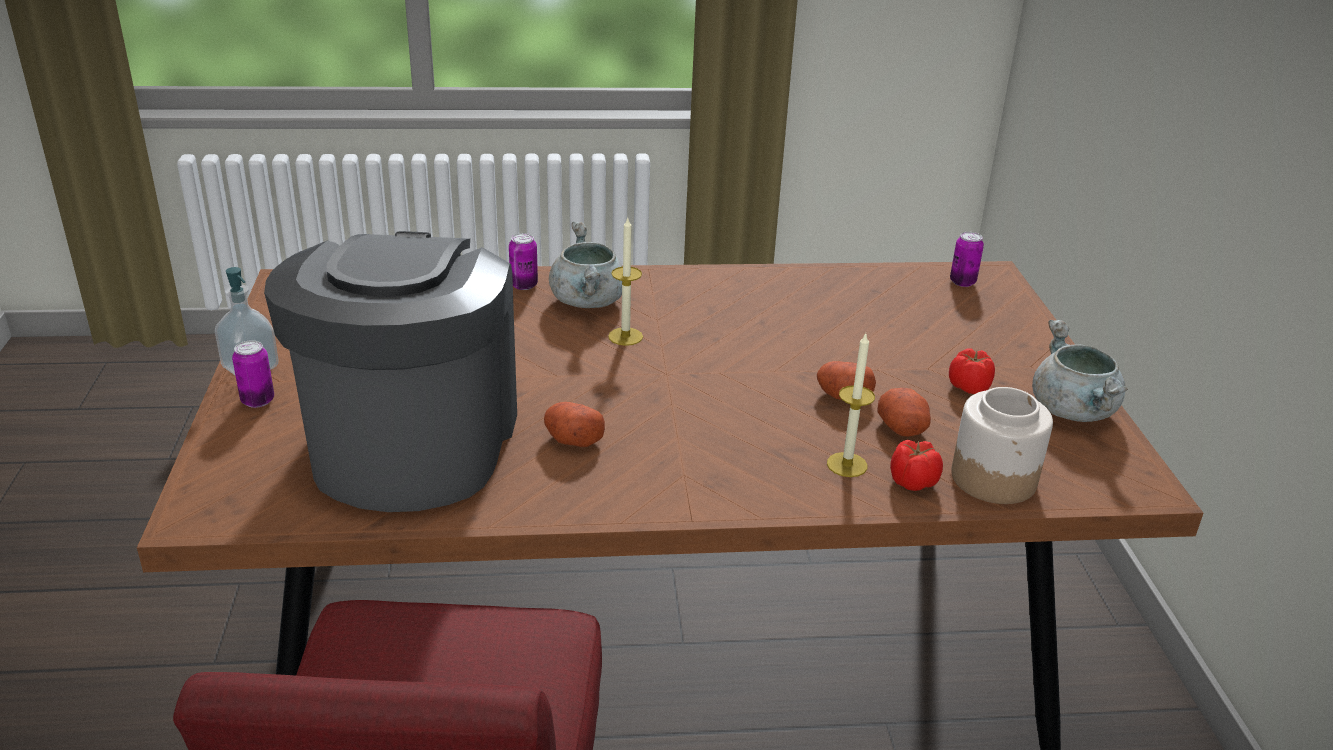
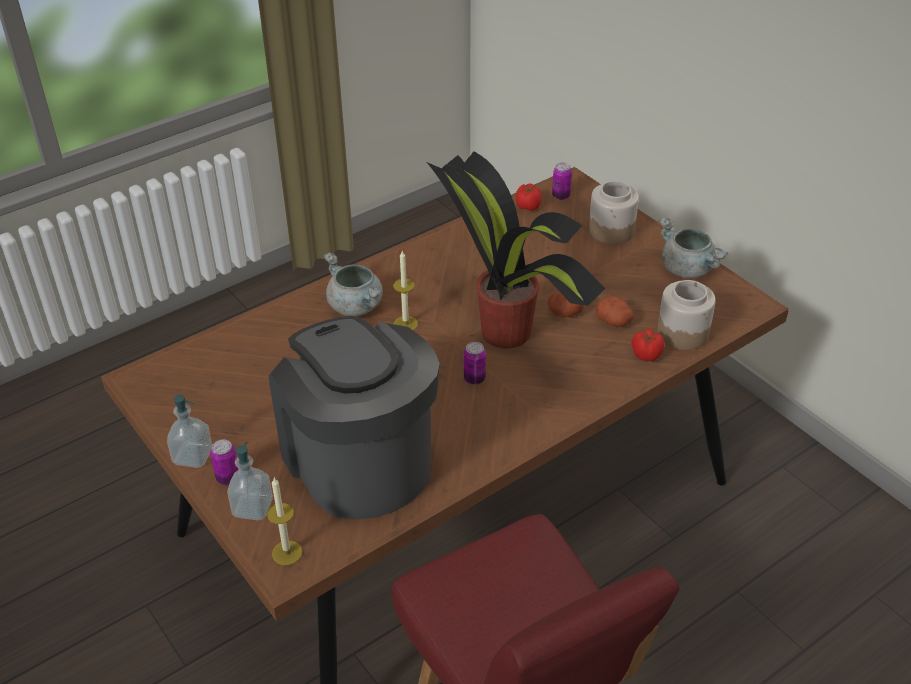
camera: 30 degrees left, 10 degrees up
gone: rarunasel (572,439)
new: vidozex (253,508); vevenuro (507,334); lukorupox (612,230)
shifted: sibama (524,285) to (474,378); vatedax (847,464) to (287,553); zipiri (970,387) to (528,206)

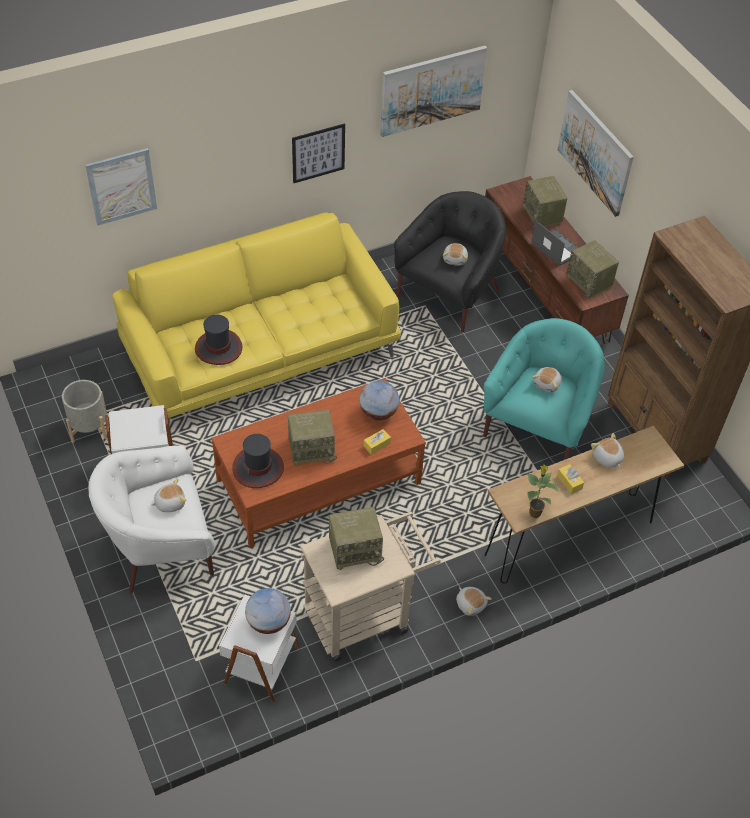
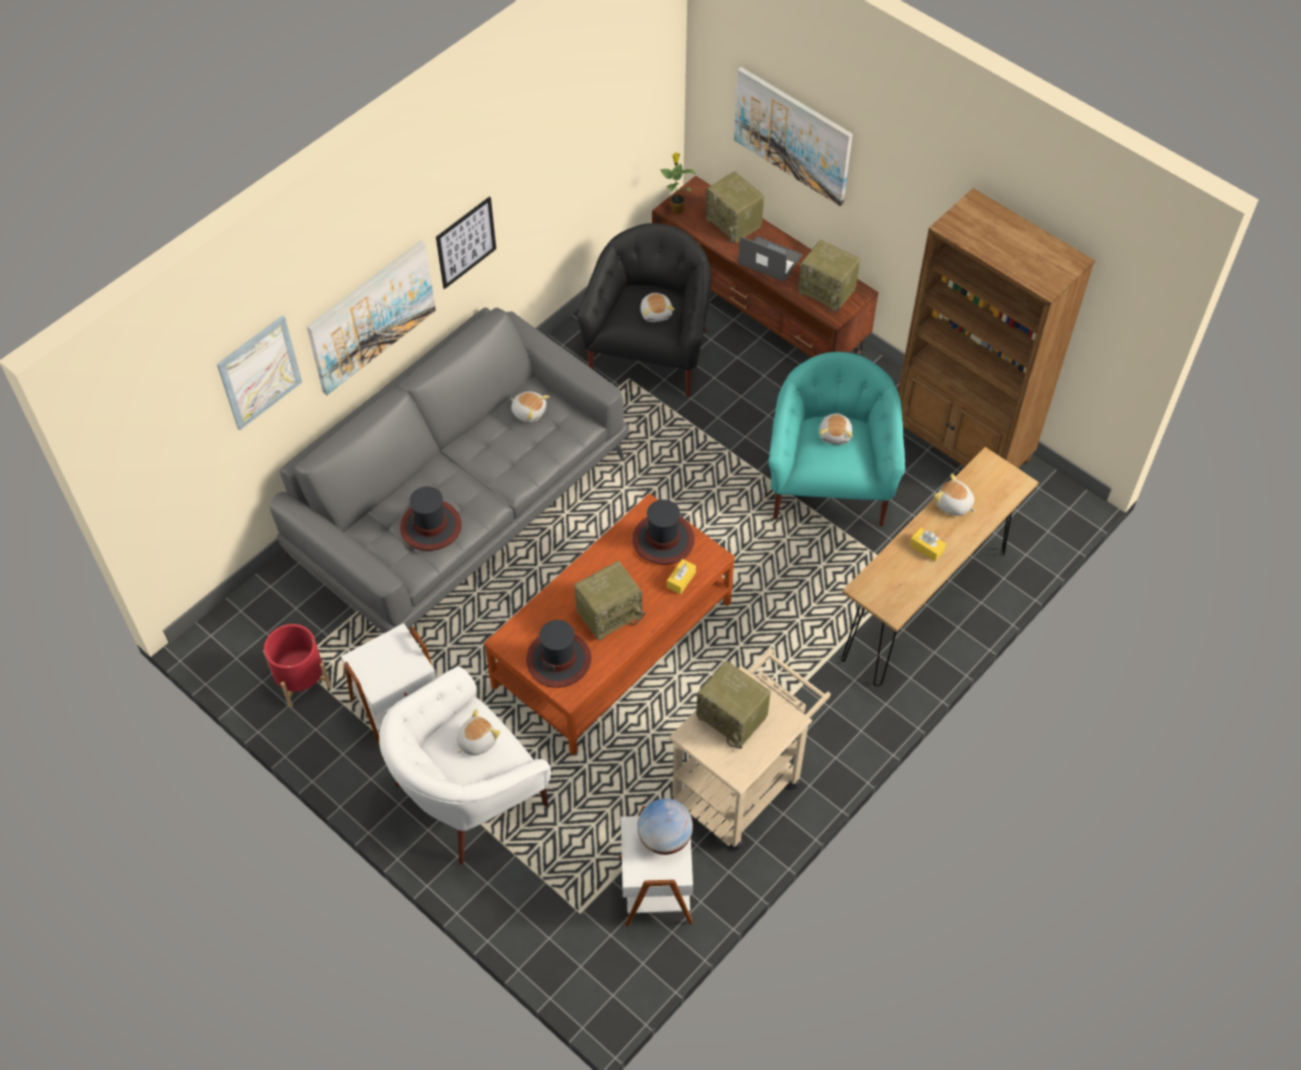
camera: 20 degrees left, 5 degrees up
shifted: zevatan (432,90) to (371,316); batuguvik (471,604) to (529,411); vevenuro (534,512) to (676,209)
swapped: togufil (378,412) to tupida (663,540)
repainted: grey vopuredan (89,427) to red vopuredan (301,680); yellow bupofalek (261,350) to grey bupofalek (460,505)
rotated: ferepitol (355,549) = (733,717) 75 degrees clockwise

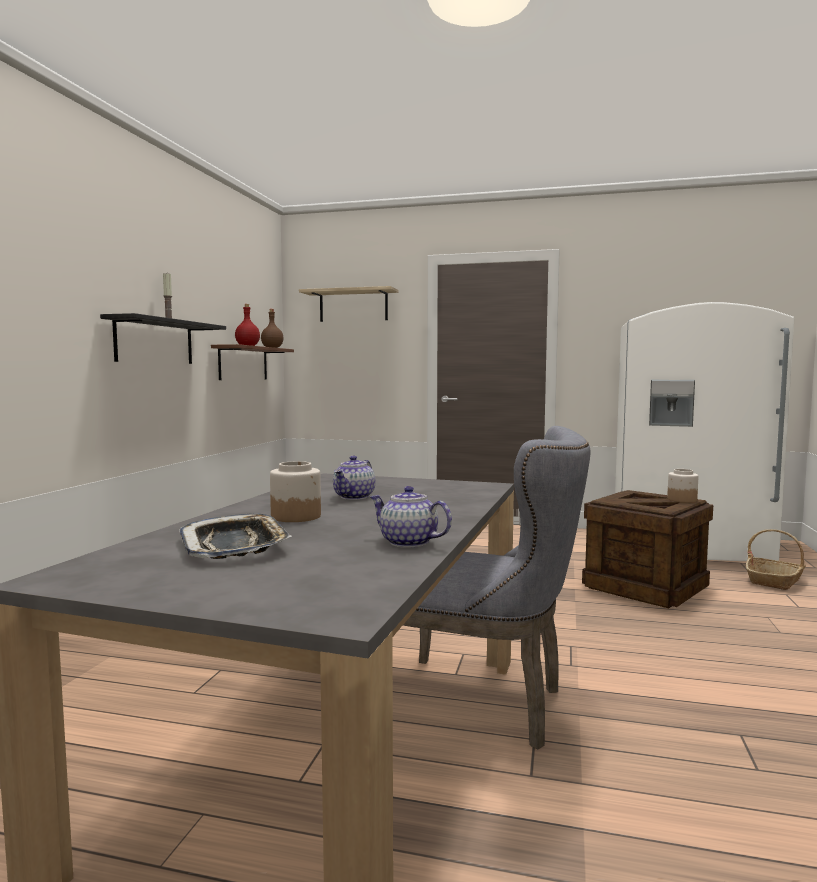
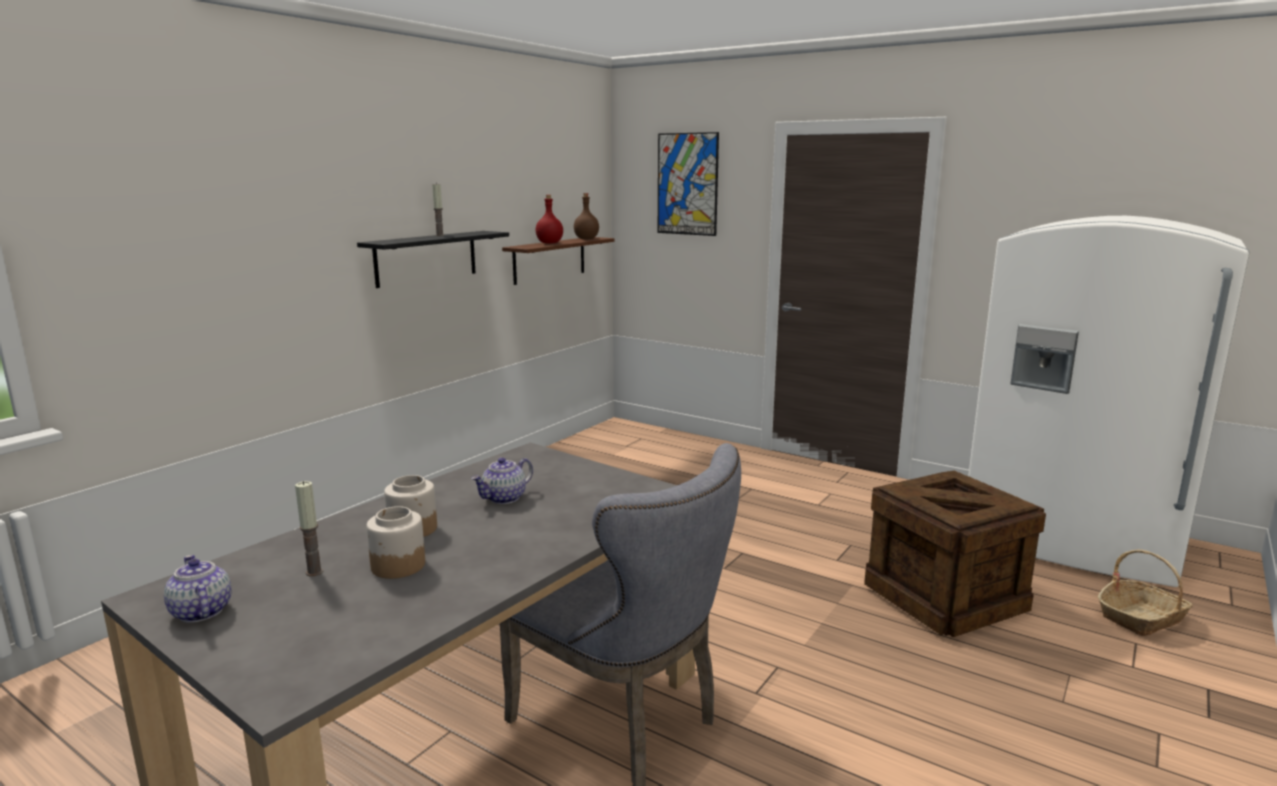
camera: 20 degrees right, 10 degrees up
shifted: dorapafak (407,542) to (200,612); lukorupox (681,499) to (397,565)
swapped: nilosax (235,545) to vatedax (314,572); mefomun (353,306) to zevatan (687,184)

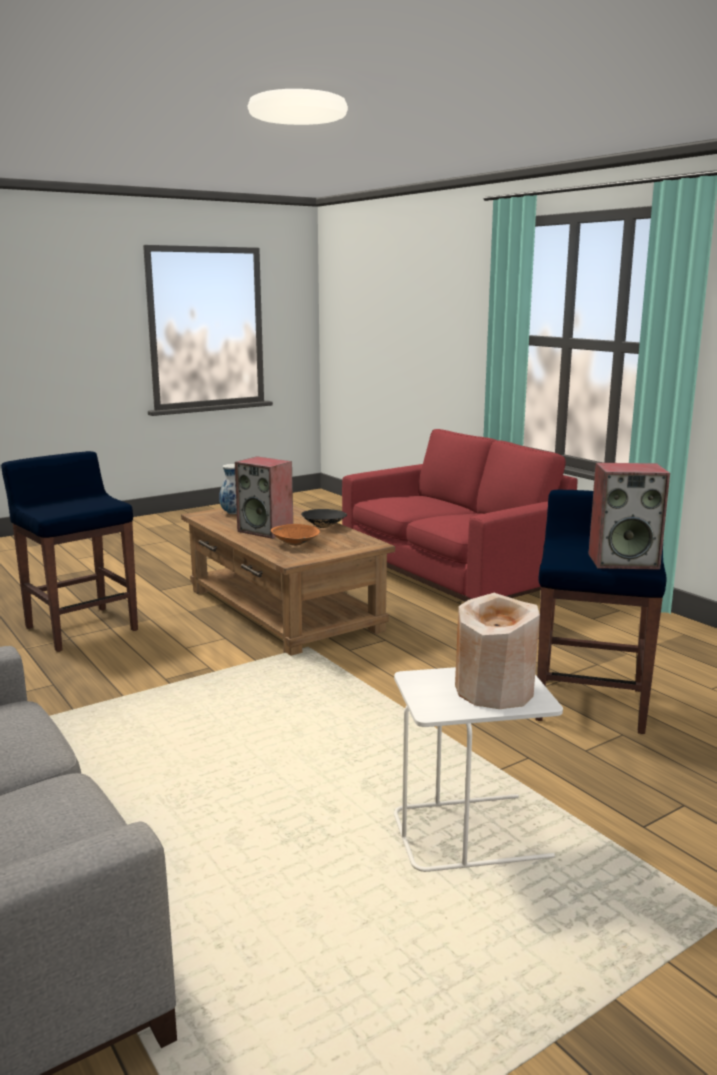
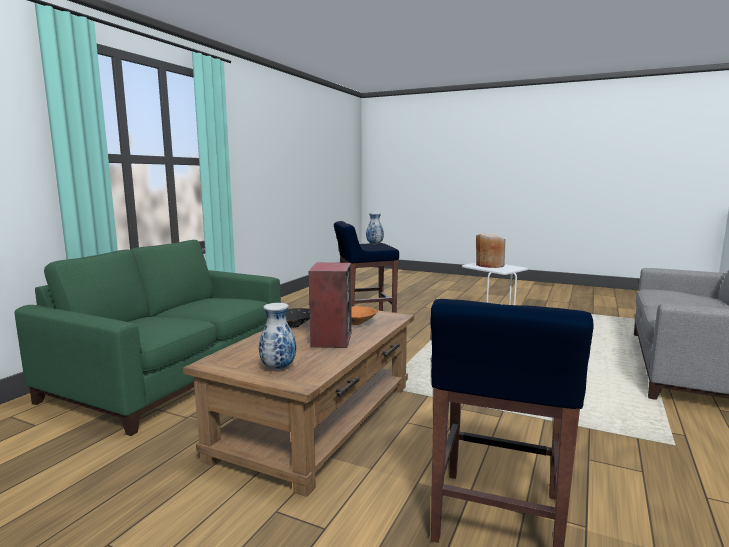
camera: 120 degrees left, 5 degrees down
swapped: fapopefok (624,561) to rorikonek (374,244)
repainted: red bupofalek (455,575) to green bupofalek (173,375)

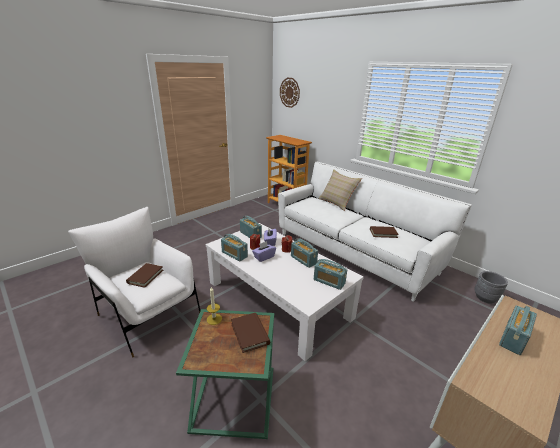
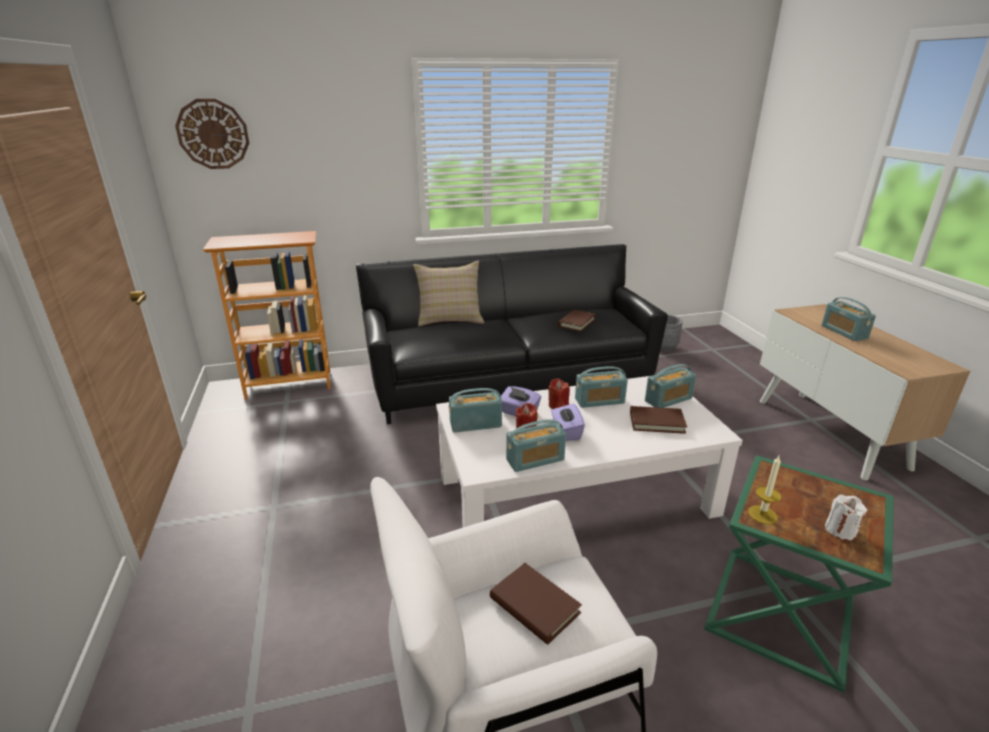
camera: 60 degrees left, 0 degrees up
new: white vatedax (840,530)
shifted: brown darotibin (250,333) to (657,422)
repainted: white bupofalek (354,252) to black bupofalek (510,382)

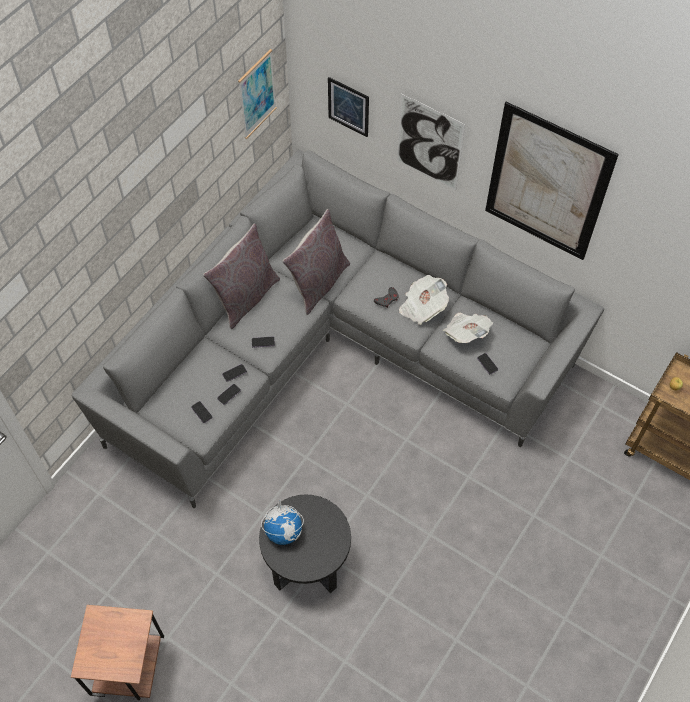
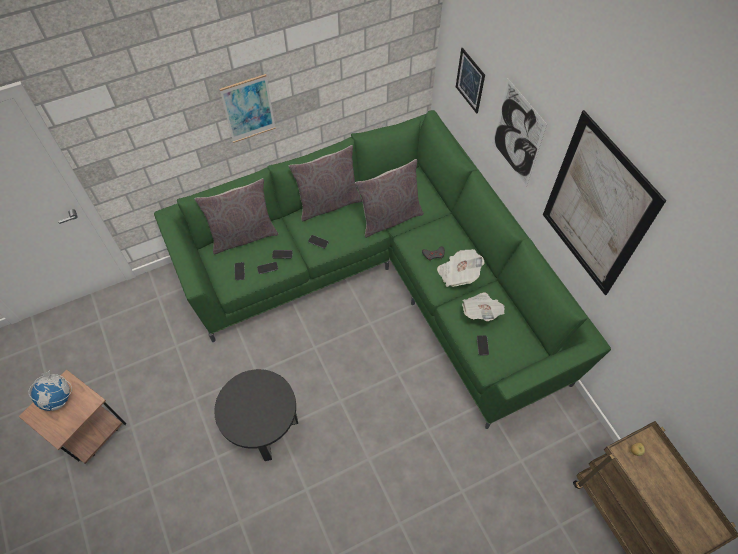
camera: 30 degrees right, 0 degrees up
new: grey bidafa (243,235)
shifted: zevatan (257,94) to (248,109); togufil (284,531) to (58,398)
repainted: grey bupofalek (332,350) to green bupofalek (385,278)

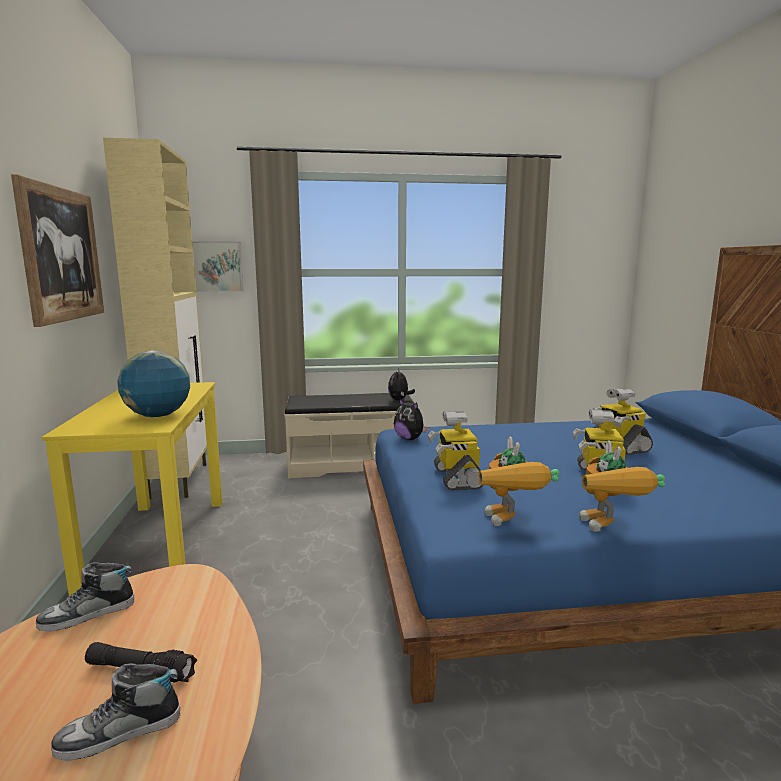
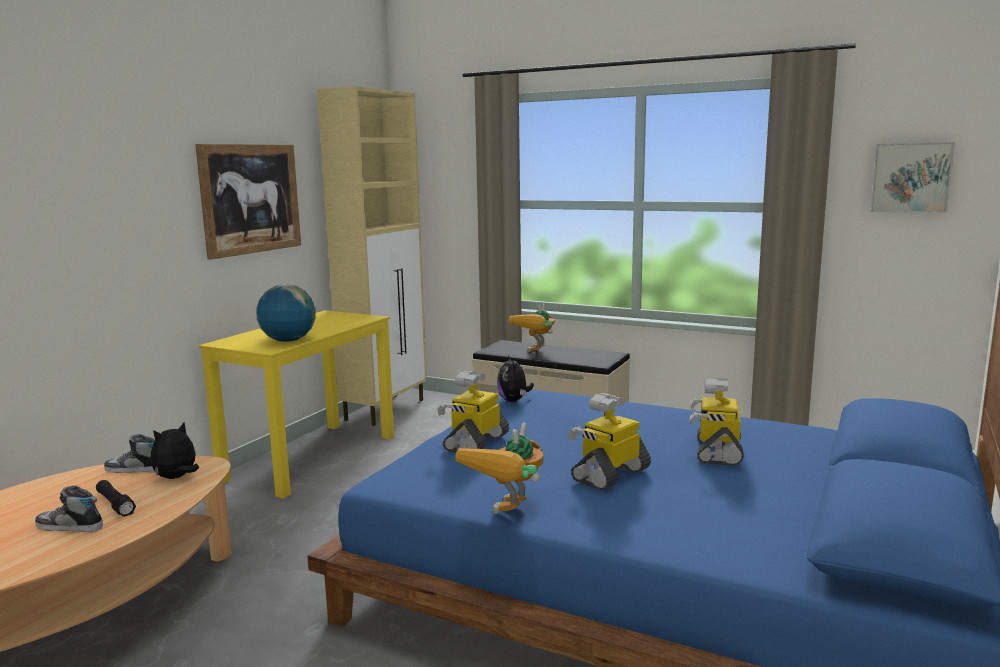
camera: 35 degrees right, 0 degrees up
shifted: zevatan (217,266) to (911,177); batuguvik (399,400) to (177,478); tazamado (511,524) to (536,353)

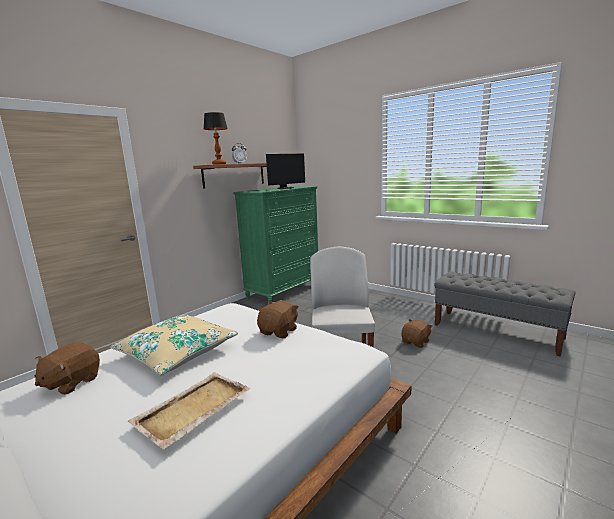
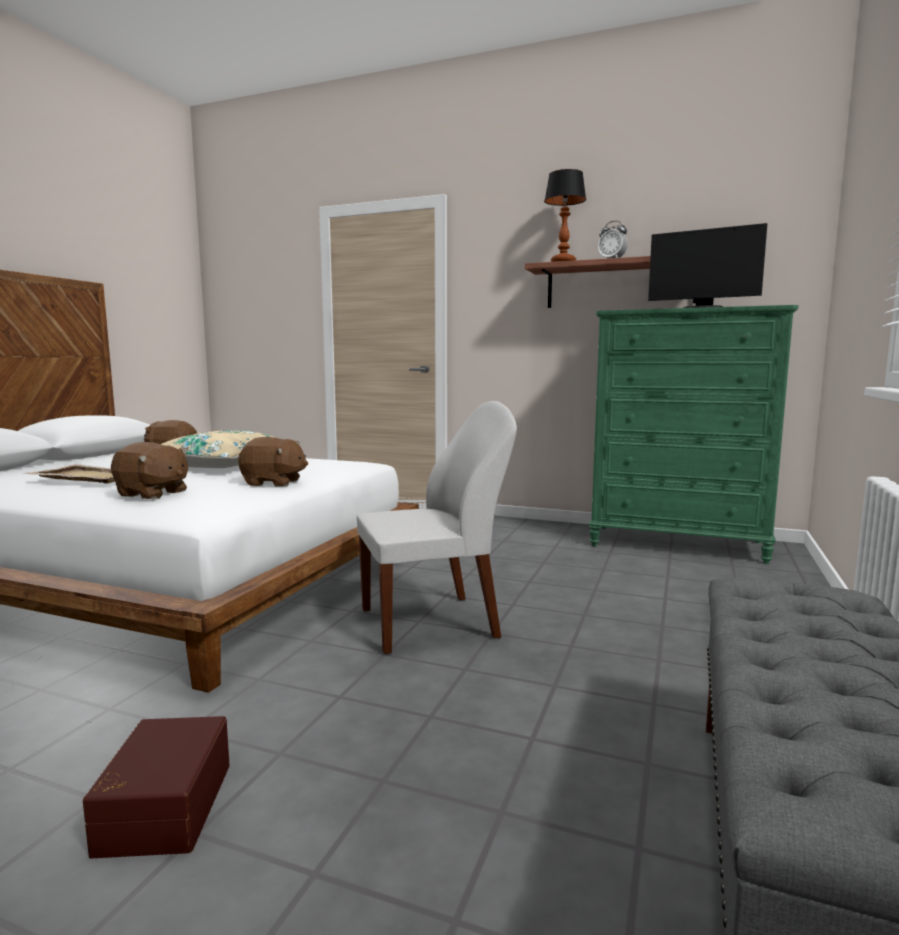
camera: 70 degrees right, 5 degrees down
new: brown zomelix (162,807)
shifted: brown batuguvik (416,342) to (152,494)

